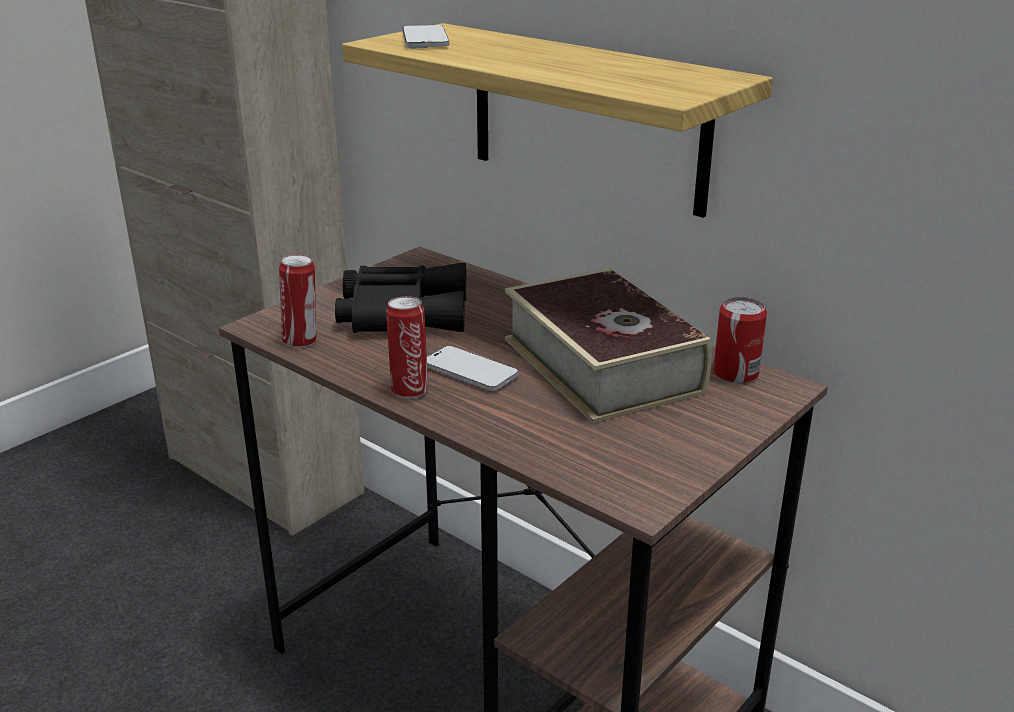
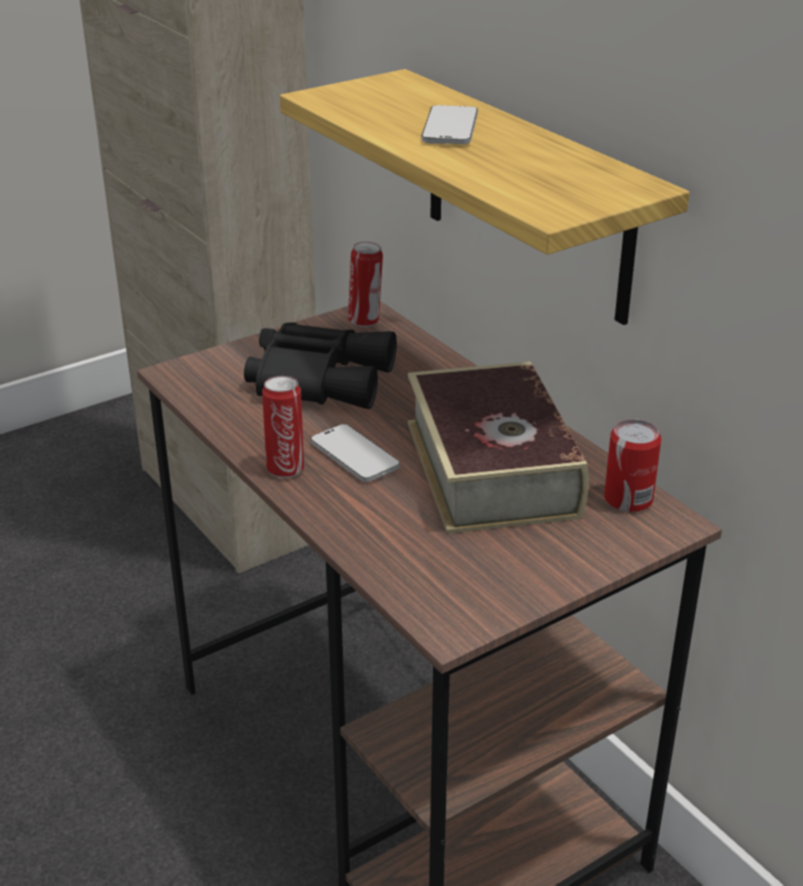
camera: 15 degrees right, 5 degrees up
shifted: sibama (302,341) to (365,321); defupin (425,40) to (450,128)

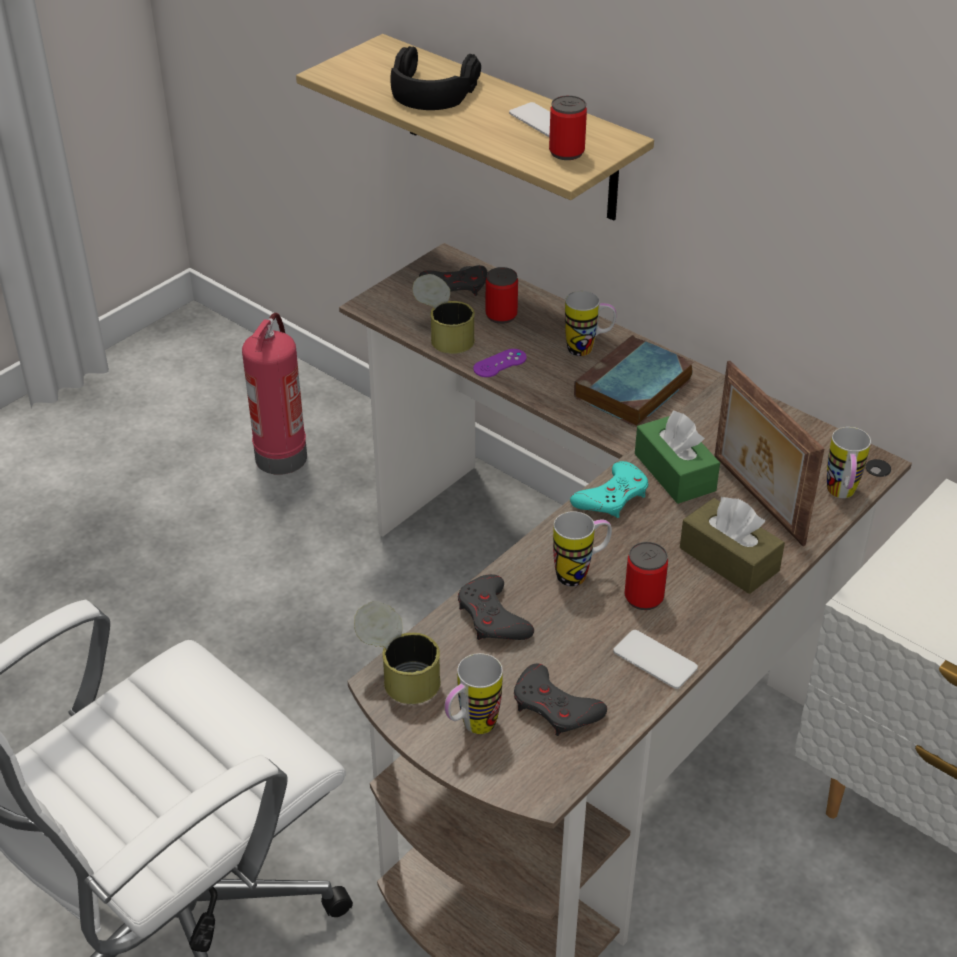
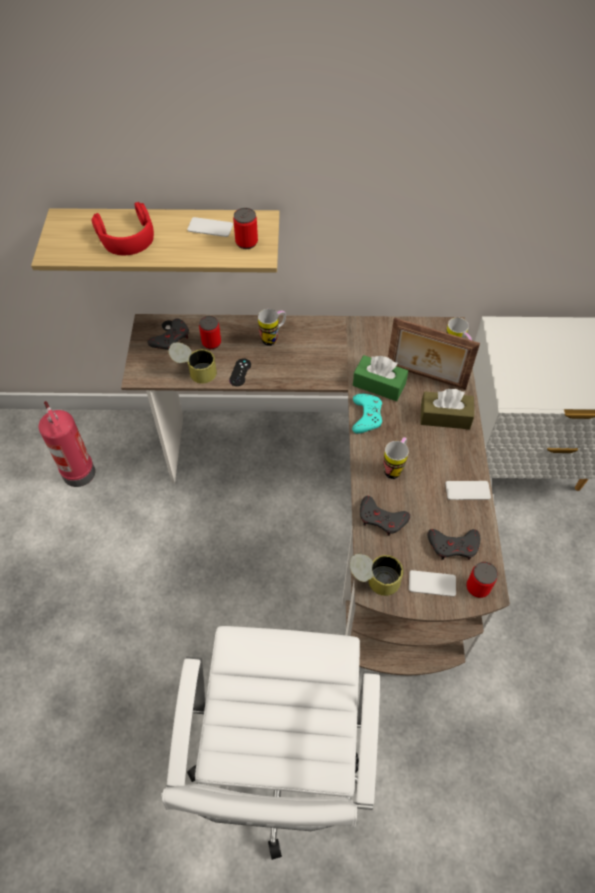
camera: 40 degrees left, 15 degrees up
gone: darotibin (632,390)
shifted: sibama (644,597) to (477,587)
swapped: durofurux (471,728) to defupin (432,583)
repainted: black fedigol (432,91) to red fedigol (127,236); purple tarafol (500,363) to black tarafol (240,372)

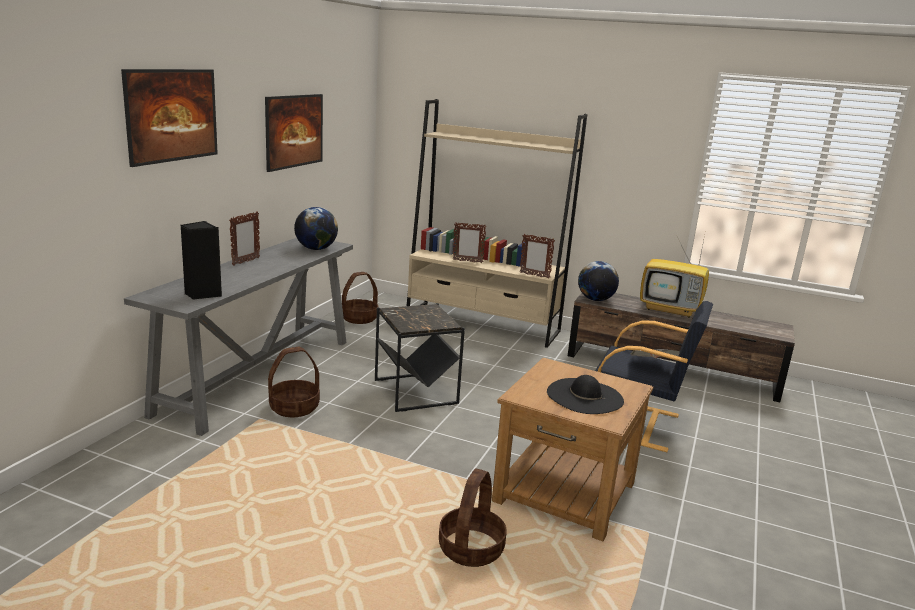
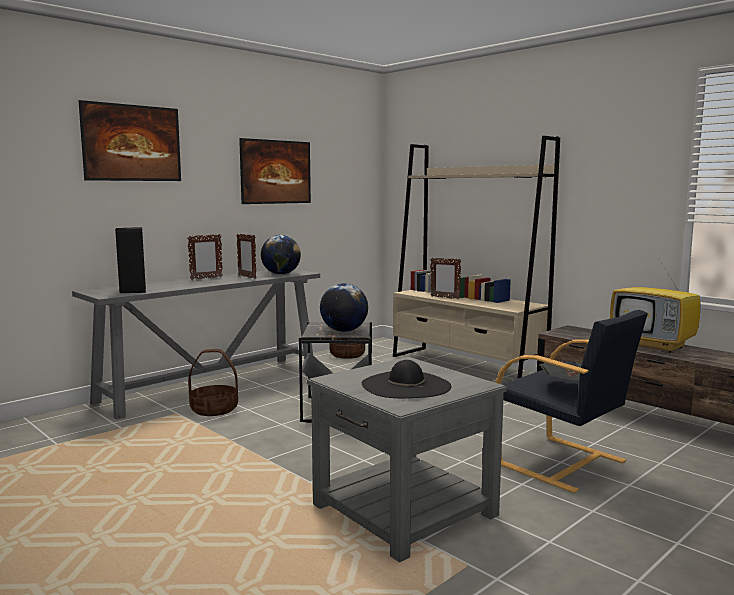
camera: 25 degrees right, 10 degrees down
gone: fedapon (471,549)
shifted: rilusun (534,275) to (247,277); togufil (595,300) to (344,331)
repainted: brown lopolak (564,492) to grey lopolak (404,510)

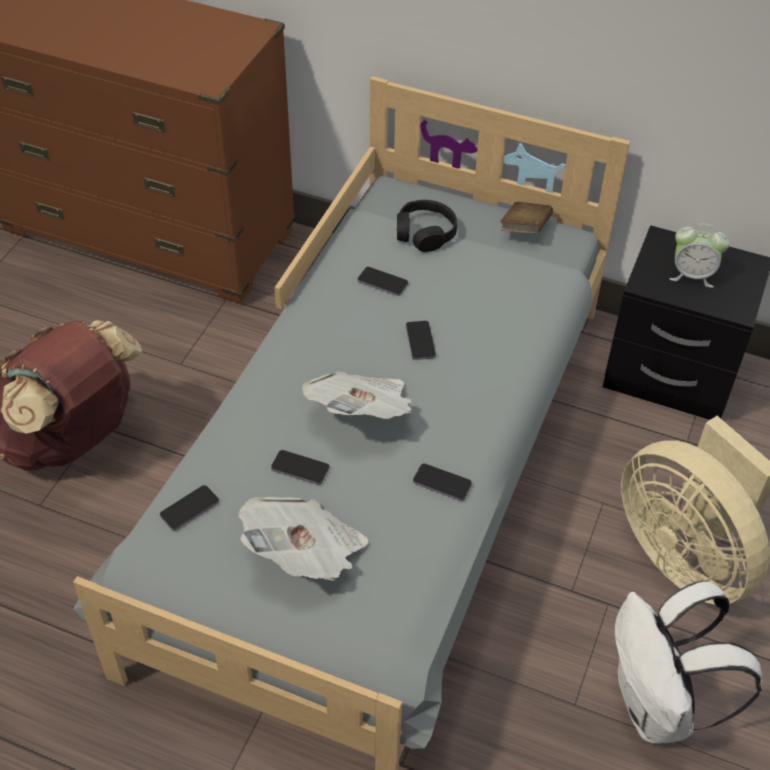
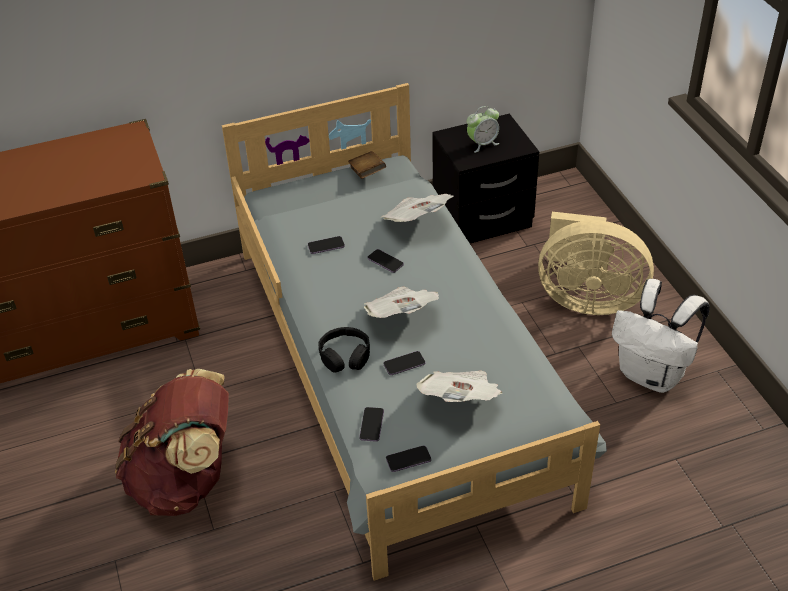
camera: 40 degrees left, 5 degrees down
new: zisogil (416,221)
shifted: black fedigol (425,233) to (345,356); defupin (442,483) to (408,460)

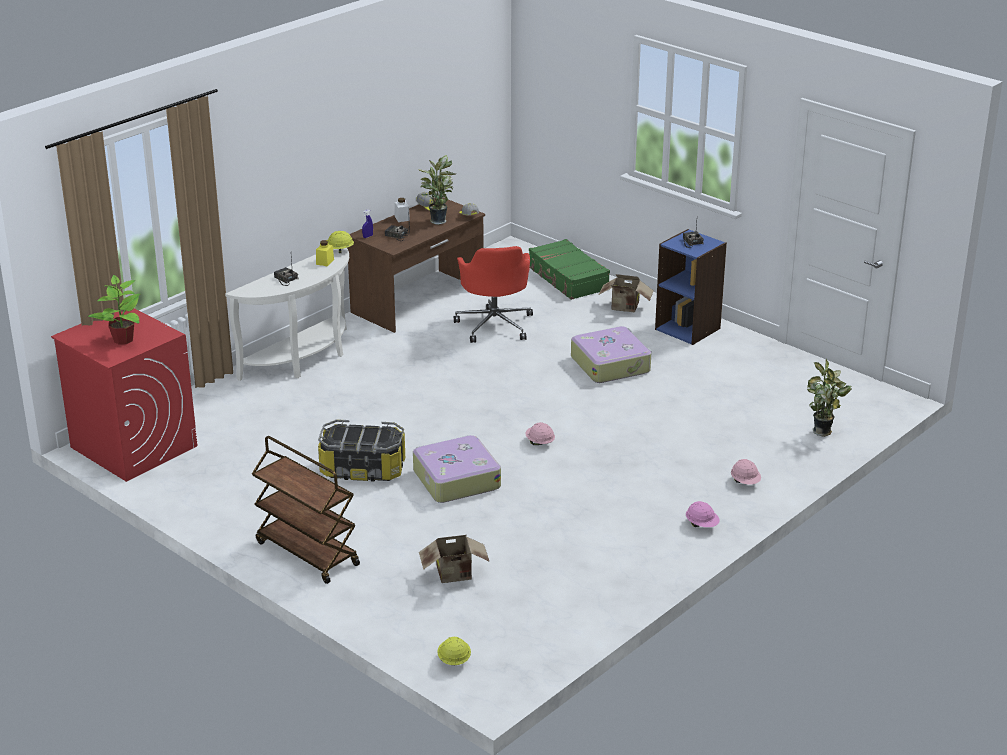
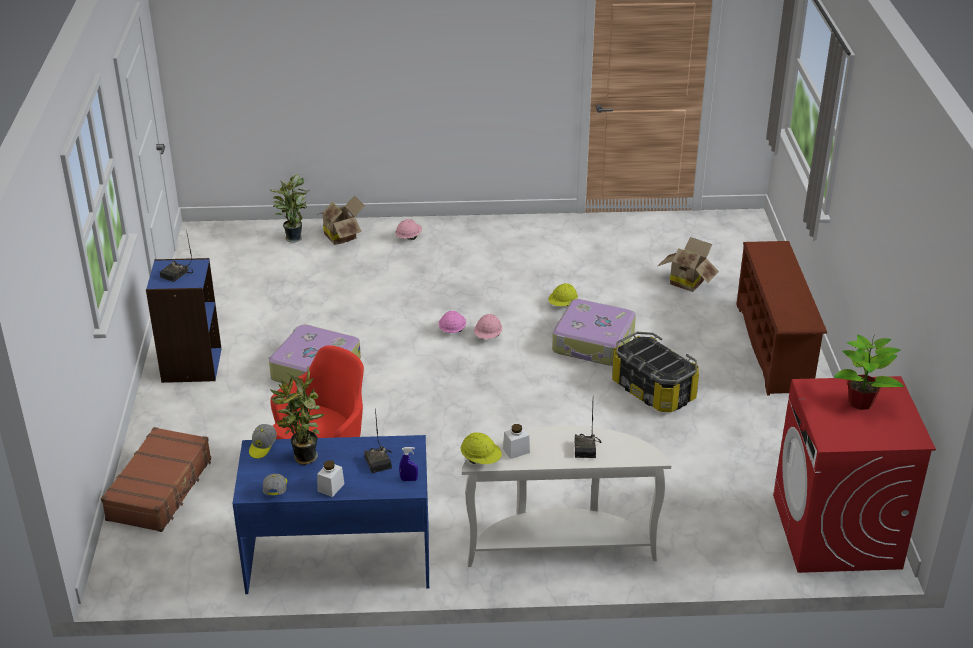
camera: 135 degrees left, 5 degrees up
shifted: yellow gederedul (454,660) to (563,305); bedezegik (625,308) to (342,236); pink gederedul (702,525) to (452,330)
swapped: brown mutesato (306,553) to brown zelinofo (774,347)
repainted: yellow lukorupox (325,262) to white lukorupox (516,451); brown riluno (419,300) to blue riluno (339,558); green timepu (567,279) to brown timepu (161,489)

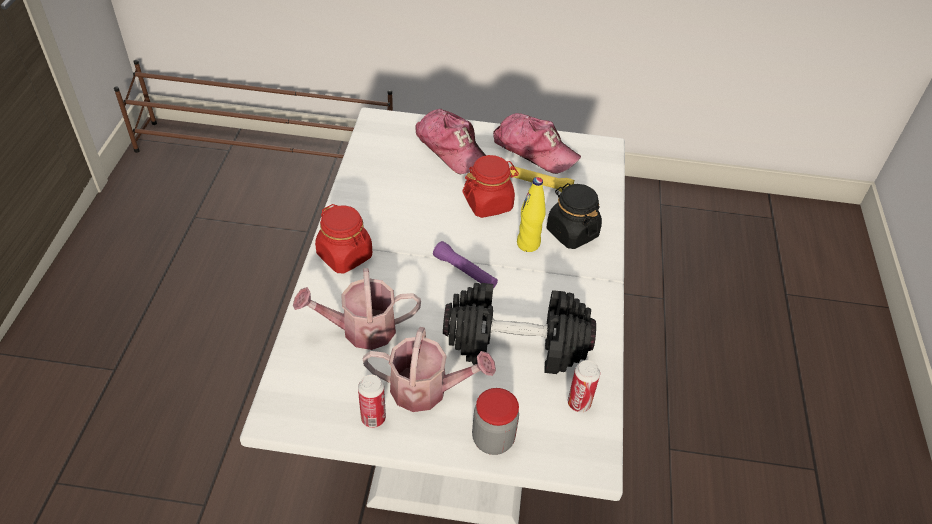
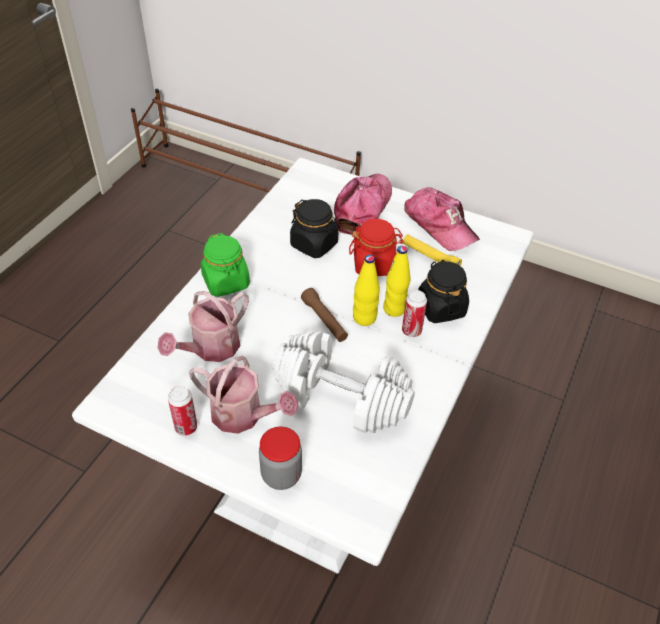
camera: 20 degrees right, 0 degrees up
new: black lukorupox (314,244); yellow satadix (364,318)
shifted: sibama (579,403) to (411,331)
repainted: red lukorupox (345,256) to green lukorupox (226,282); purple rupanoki (465,272) to brown rupanoki (324,320); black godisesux (515,345) to white godisesux (340,397)
rotated: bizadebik (361,329) = (210,348) 60 degrees counterclockwise; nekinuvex (451,148) = (363,208) 135 degrees counterclockwise

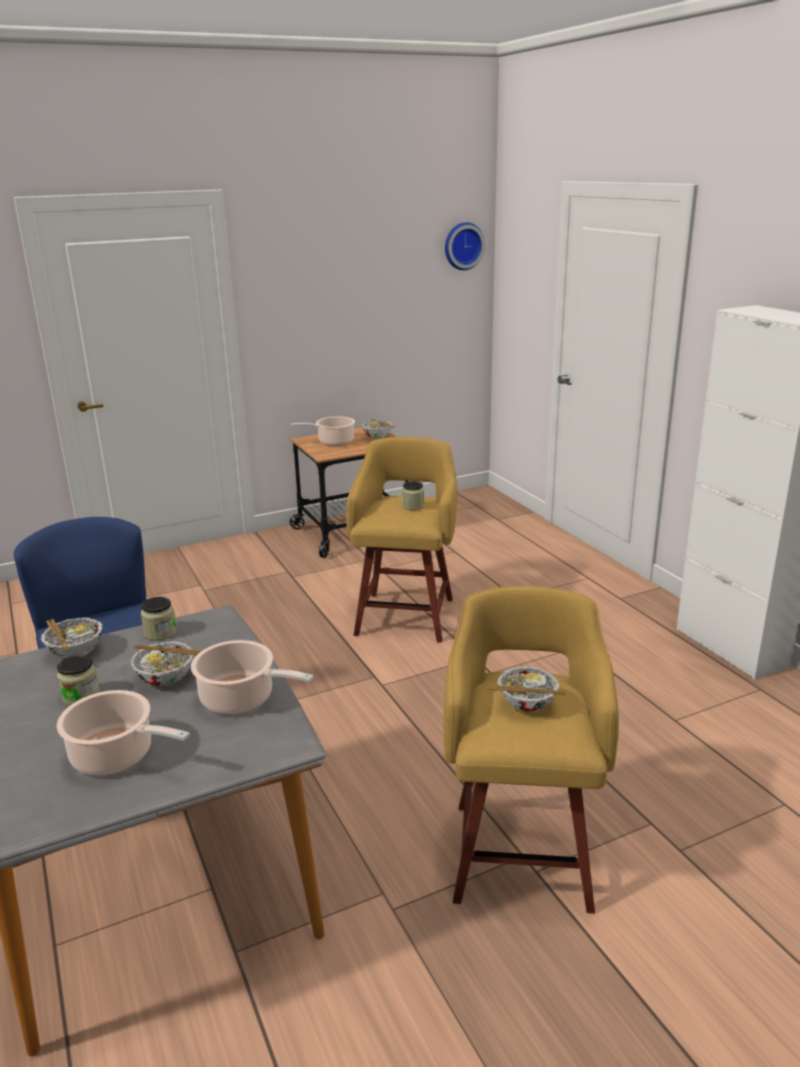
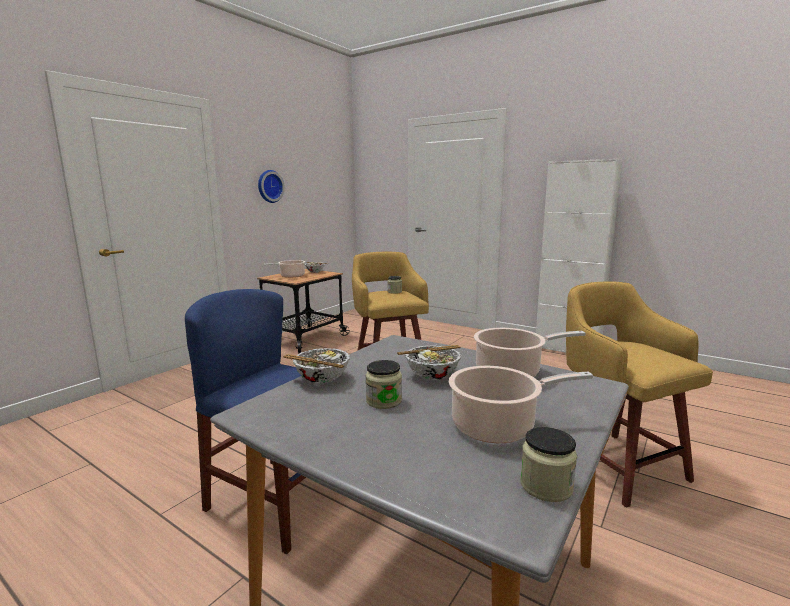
camera: 30 degrees left, 10 degrees down
gone: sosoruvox (526,704)
shifted: lukorupox (160,632) to (546,486); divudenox (462,246) to (269,186)

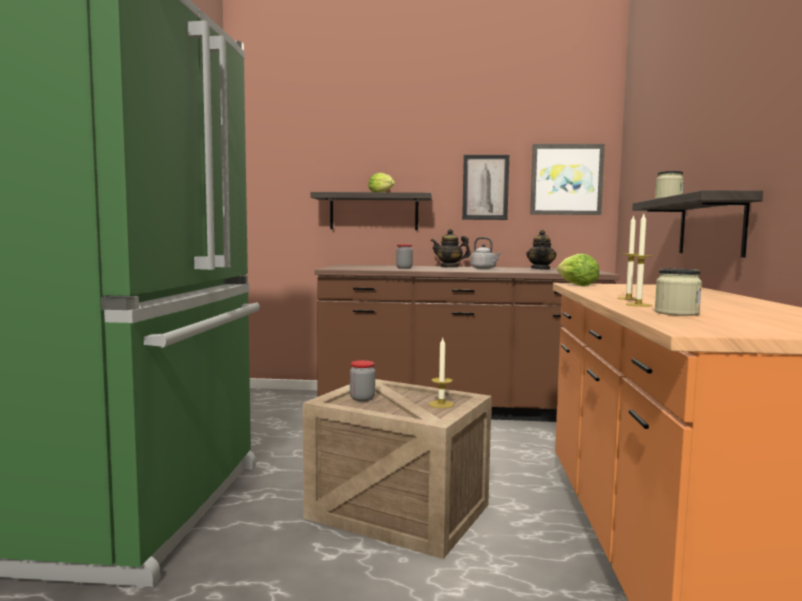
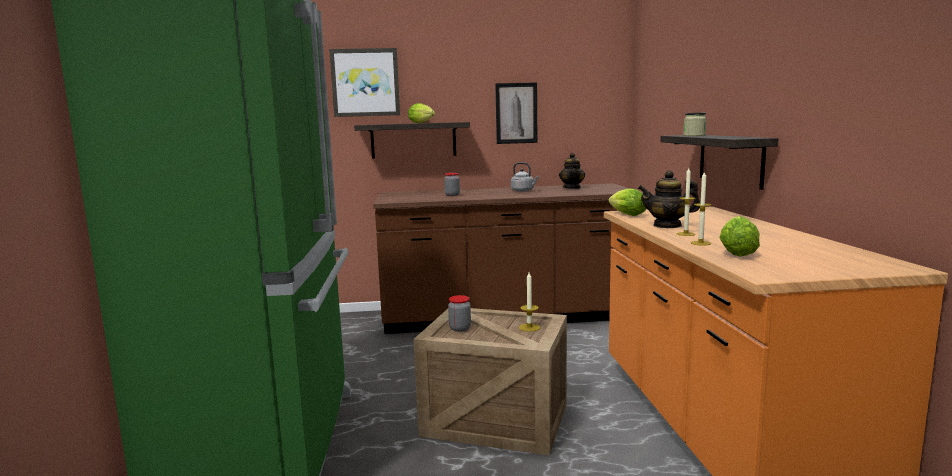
camera: 10 degrees left, 5 degrees up
shifted: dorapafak (449,267) to (667,225); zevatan (566,179) to (365,82)
swapped: lukorupox (676,313) to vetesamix (736,253)

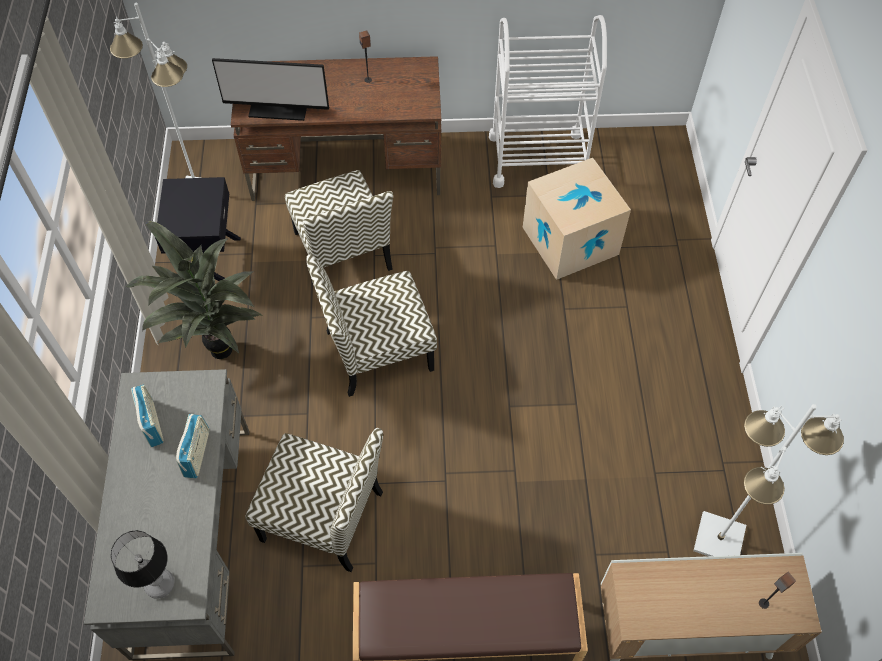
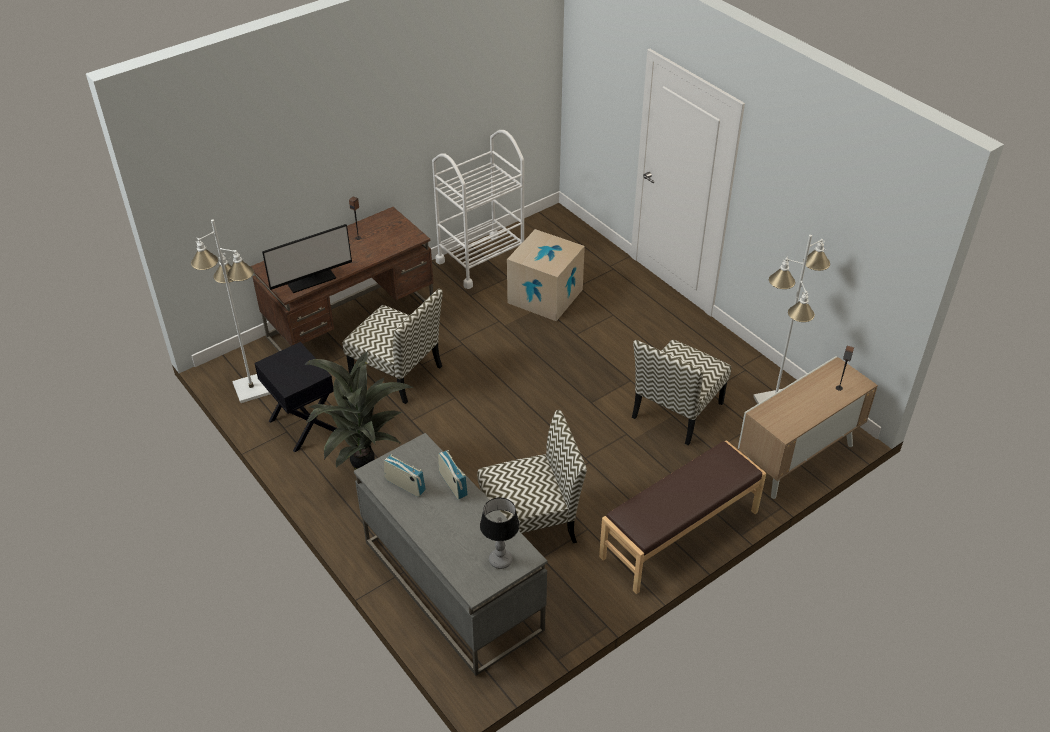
camera: 35 degrees left, 15 degrees down
shifted: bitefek (377,351) to (677,411)

